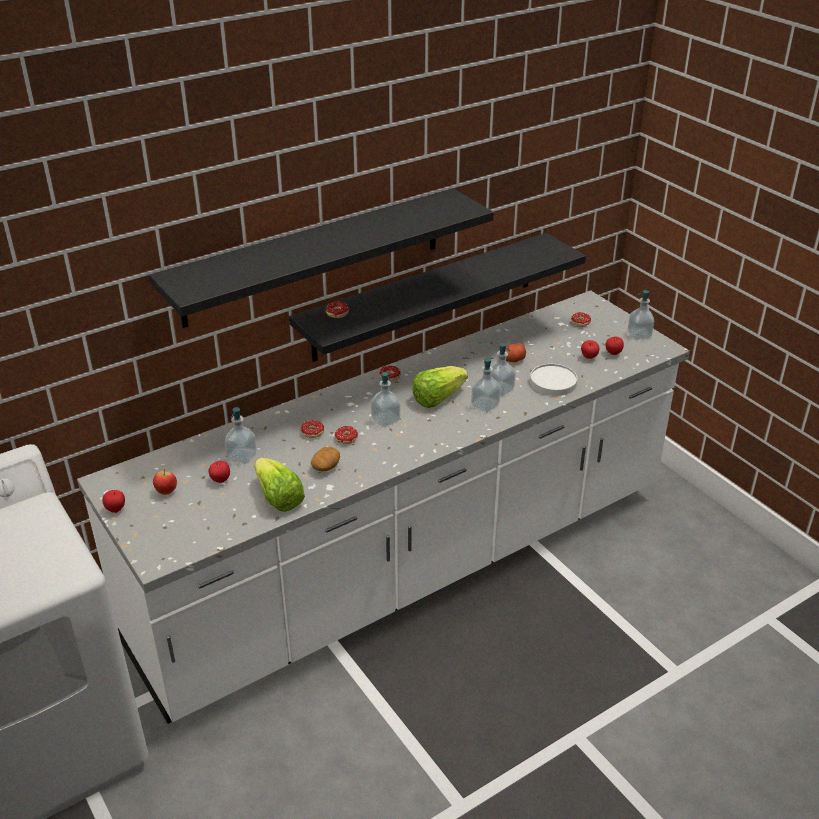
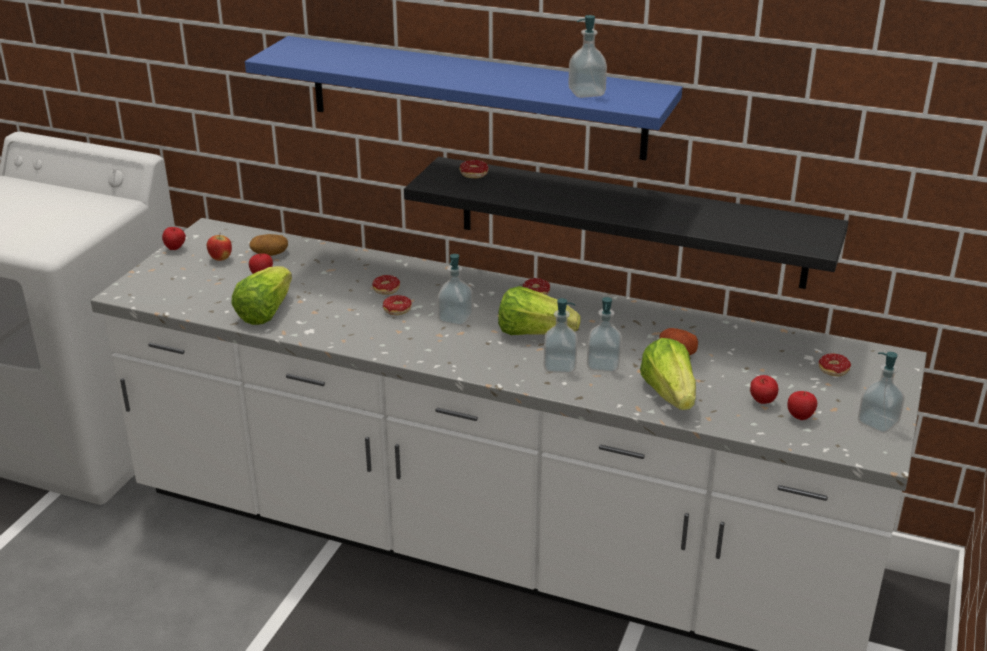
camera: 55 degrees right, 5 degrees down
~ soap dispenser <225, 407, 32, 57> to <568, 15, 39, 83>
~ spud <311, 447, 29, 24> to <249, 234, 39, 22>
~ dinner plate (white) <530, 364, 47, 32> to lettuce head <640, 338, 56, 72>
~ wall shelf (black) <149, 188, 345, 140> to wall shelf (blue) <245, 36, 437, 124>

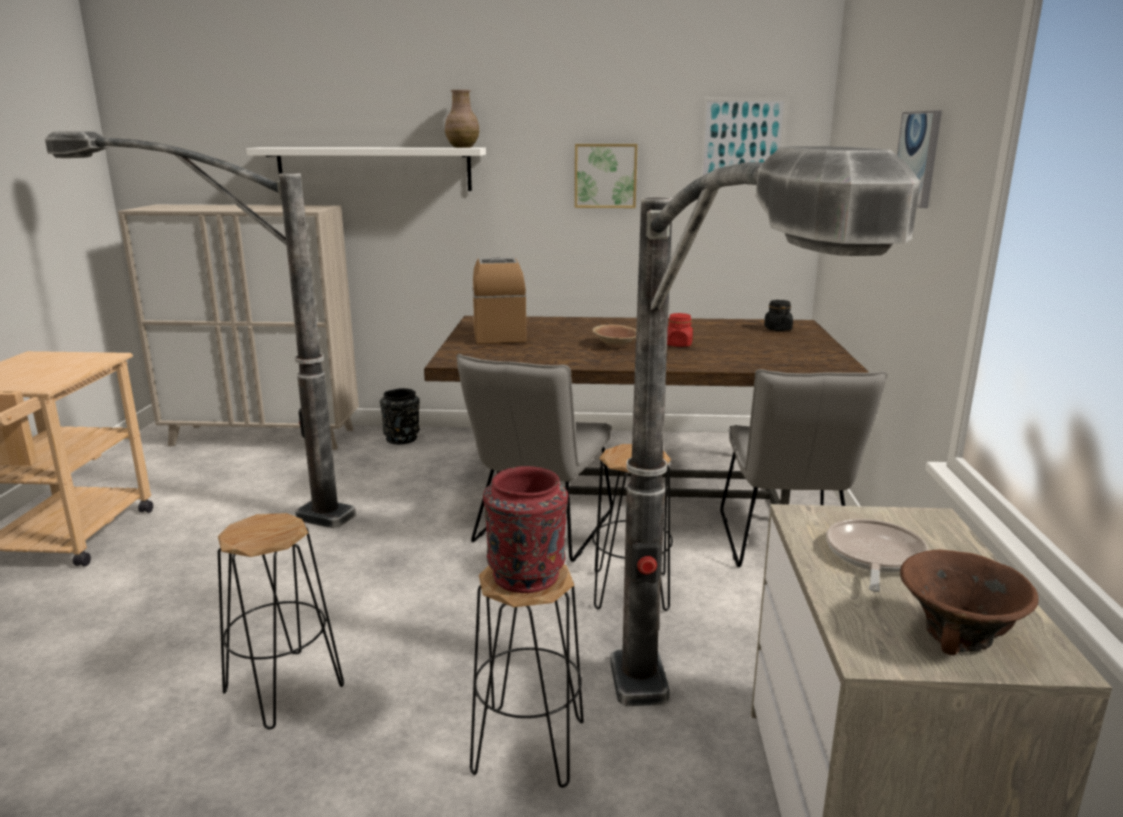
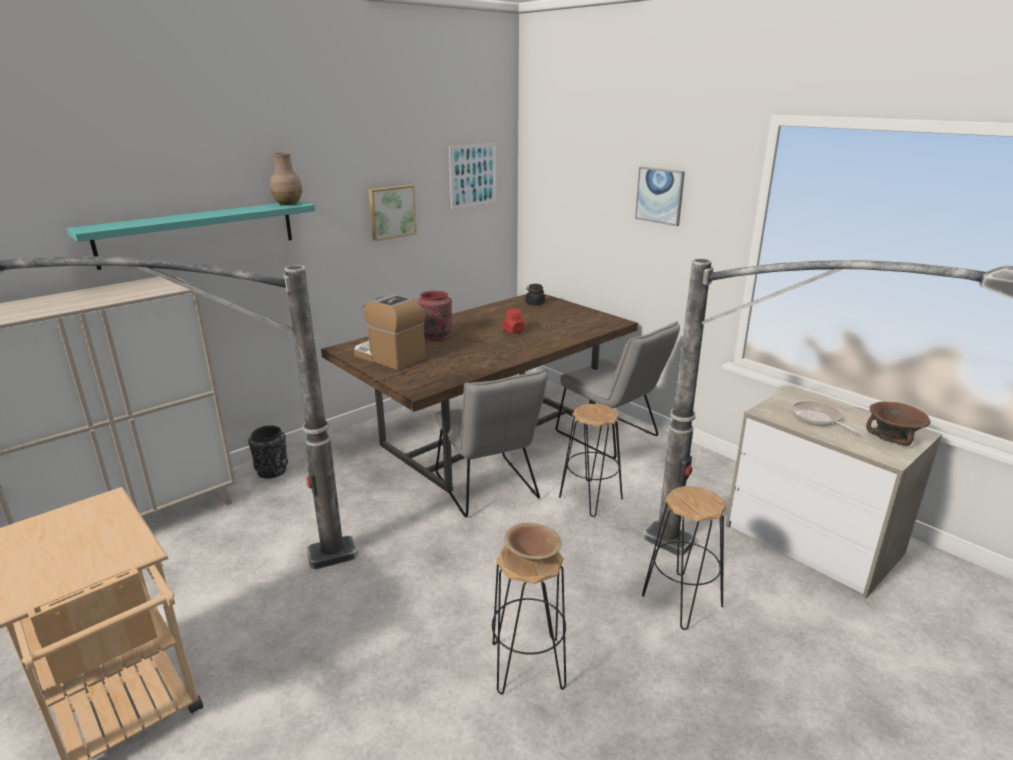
camera: 45 degrees left, 5 degrees up
~ flower vase (red) <483, 466, 85, 127> to <417, 291, 35, 50>
~ bowl (brown) <592, 325, 44, 22> to <504, 523, 58, 38>
~ wall shelf (white) <246, 147, 240, 44> to wall shelf (turquoise-coloured) <67, 201, 248, 69>

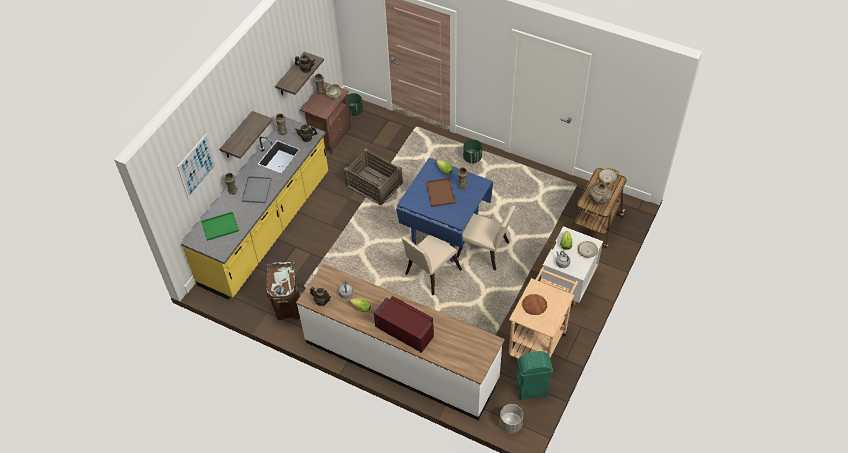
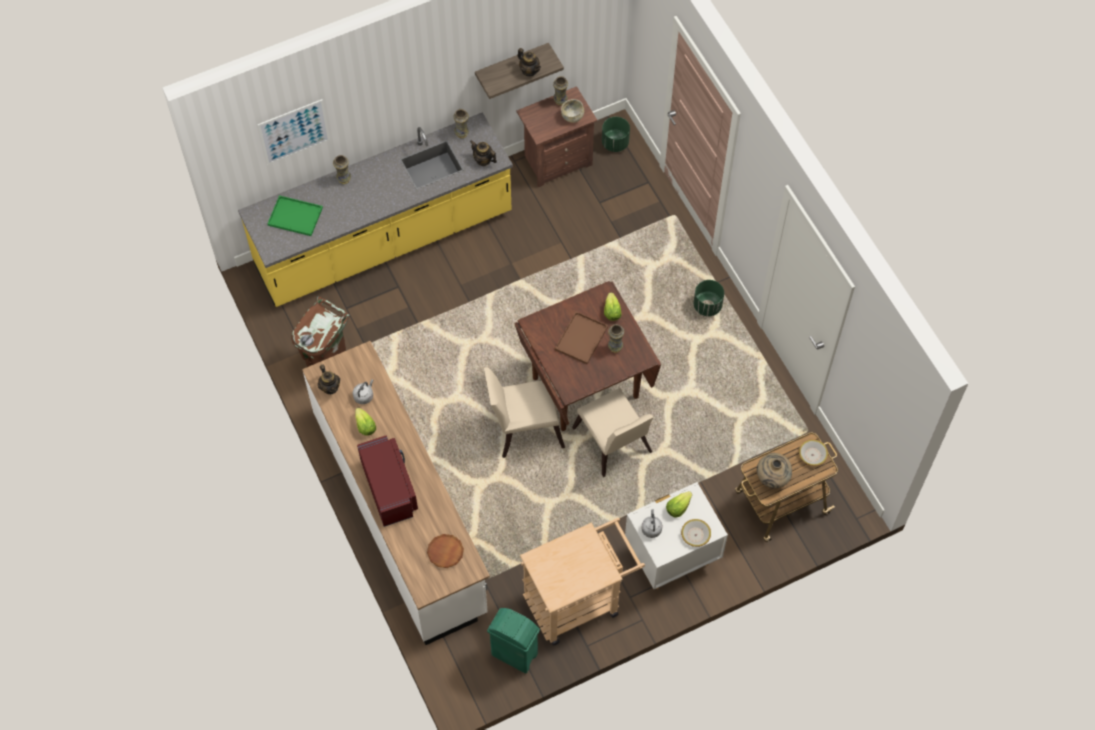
camera: 35 degrees right, 10 degrees up
- wall shelf <220, 111, 52, 48>
- serving tray (gray) <241, 176, 31, 27>
- packing crate <344, 148, 59, 58>
- flower pot (gray) <500, 404, 24, 29>
~ dinner plate (brown) <522, 294, 25, 21> to <427, 534, 37, 34>
~ dinner table (blue) <396, 158, 97, 104> to dinner table (brown) <514, 281, 147, 150>

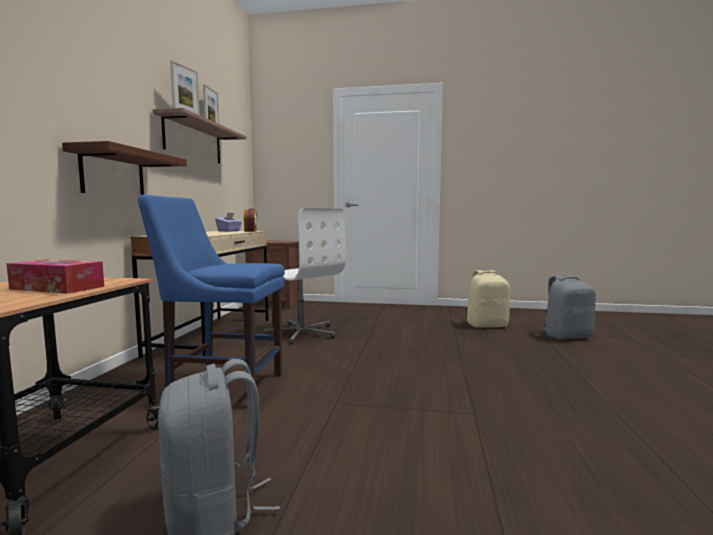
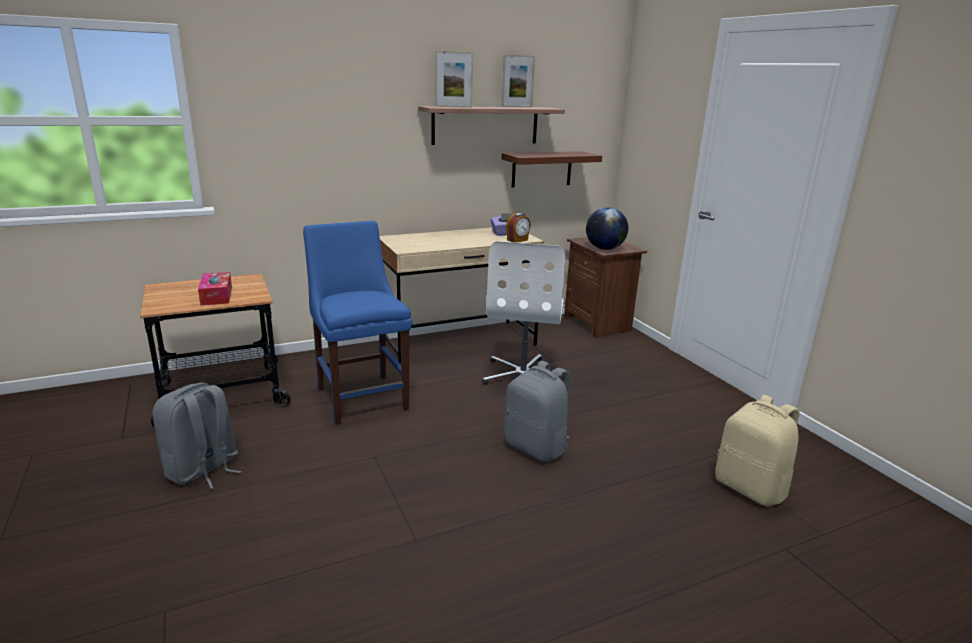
camera: 55 degrees right, 15 degrees up
+ world globe <586, 207, 42, 43>
~ wall shelf (brown) <62, 141, 125, 54> to <502, 151, 100, 37>
~ backpack (gray) <542, 275, 54, 64> to <504, 361, 66, 101>

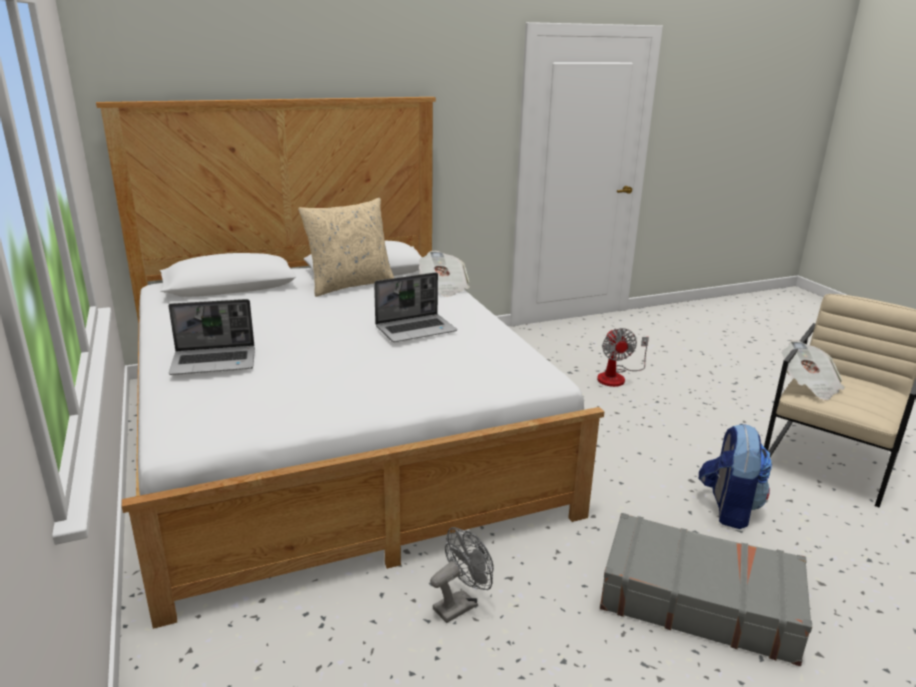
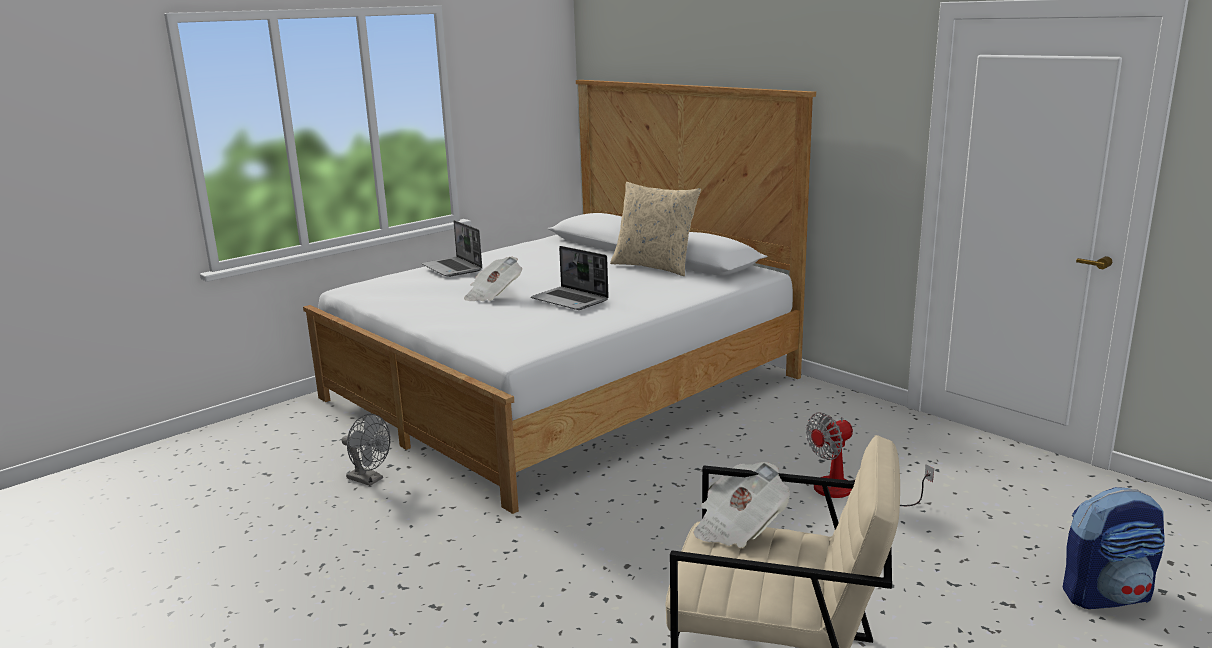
camera: 70 degrees right, 5 degrees down
- travel case (gray) <600, 513, 212, 153>
~ newspaper <419, 251, 51, 46> to <464, 257, 58, 44>
~ backpack <699, 424, 73, 105> to <1063, 487, 102, 122>

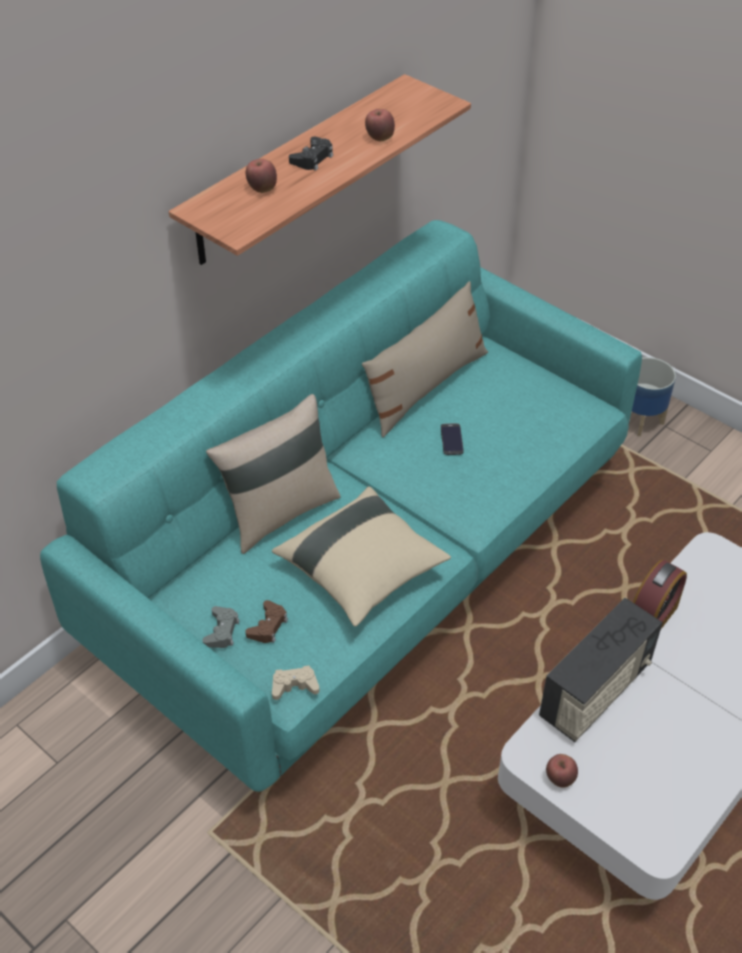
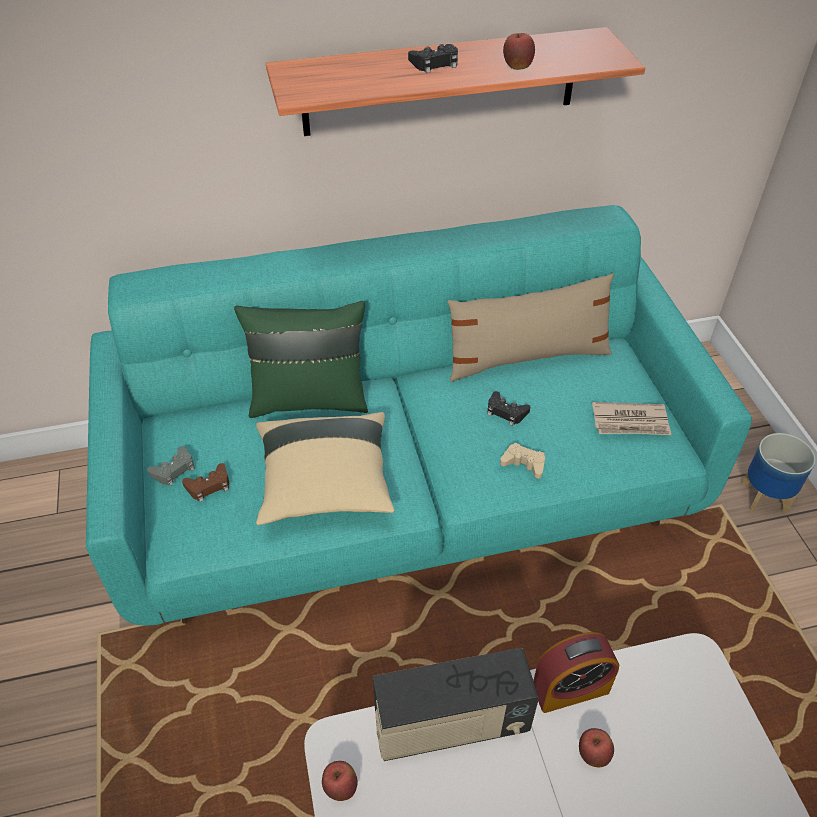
camera: 35 degrees right, 0 degrees up
+ newspaper <592, 402, 79, 33>
~ whole apple <246, 158, 31, 35> to <579, 728, 35, 39>
~ gamepad (sand-coloured) <272, 666, 48, 34> to <500, 443, 45, 36>
~ handset <441, 423, 23, 32> to gamepad (black) <488, 391, 42, 35>
~ throw pillow (sand-coloured) <206, 394, 135, 160> to throw pillow (green) <234, 301, 134, 117>

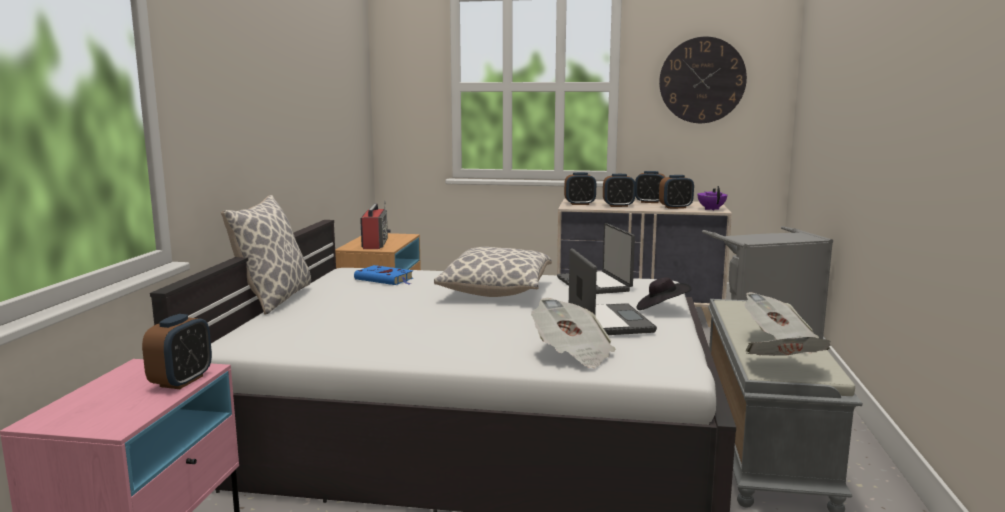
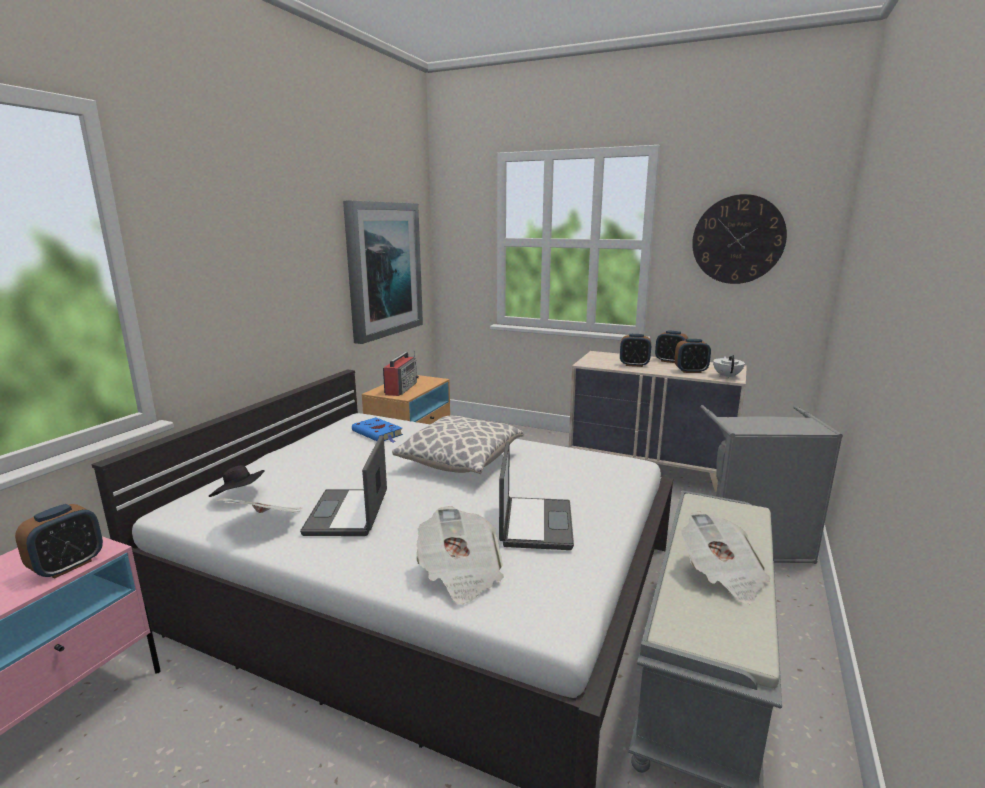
camera: 15 degrees right, 5 degrees up
- throw pillow <221, 195, 90, 120>
- bedside clock <564, 172, 32, 33>
+ wall picture <343, 201, 80, 143>
~ laptop <557, 223, 78, 71> to <300, 435, 87, 101>
~ wearable hat (black) <637, 277, 54, 33> to <209, 465, 56, 32>
~ newspaper <746, 337, 85, 19> to <216, 498, 86, 15>
~ tea pot (purple) <698, 186, 29, 25> to tea pot (white) <713, 355, 32, 24>

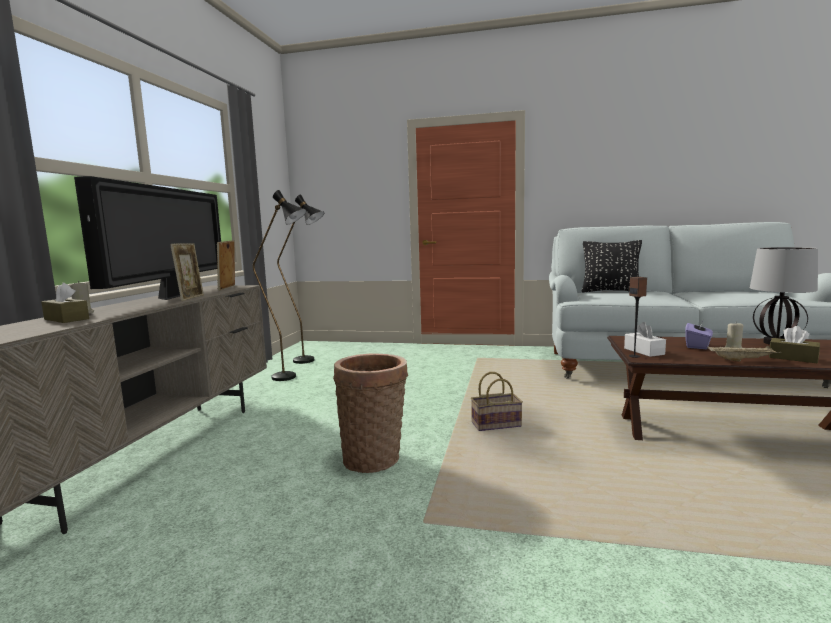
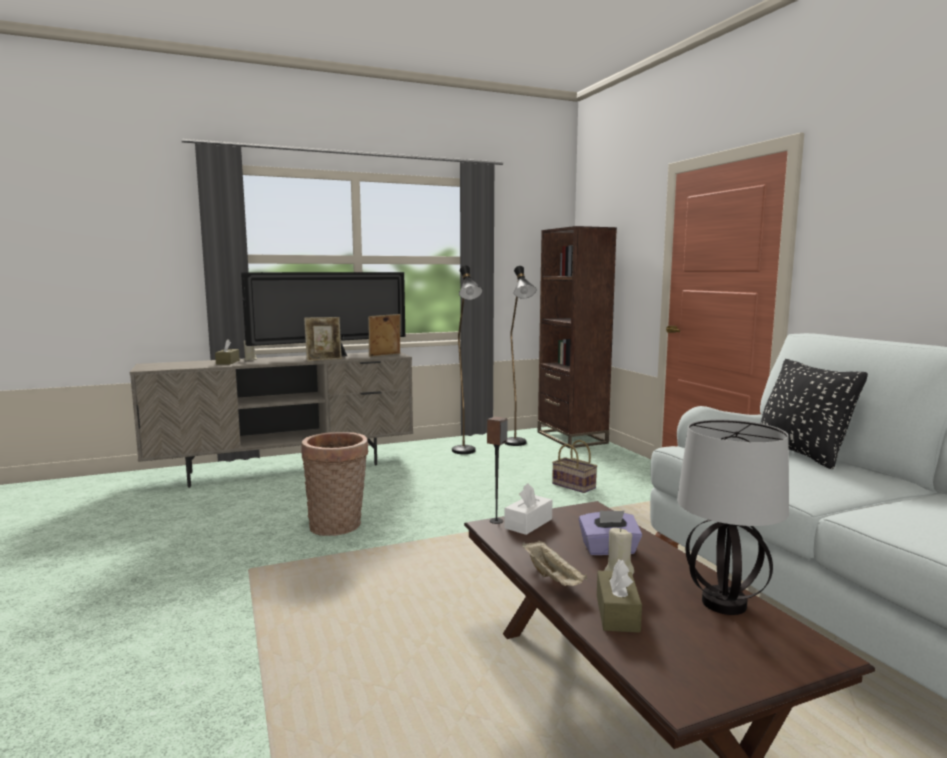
camera: 55 degrees right, 0 degrees up
+ bookcase (brown) <538, 226, 79, 222>
~ basket <471, 372, 52, 59> to <552, 440, 45, 53>

